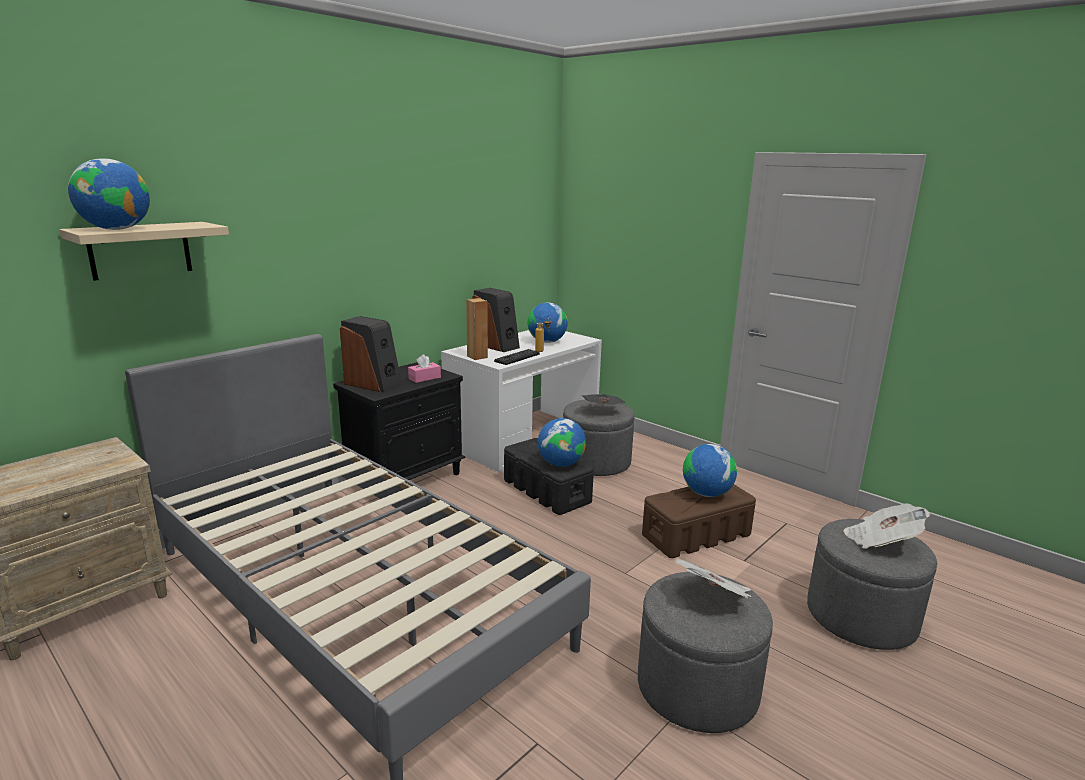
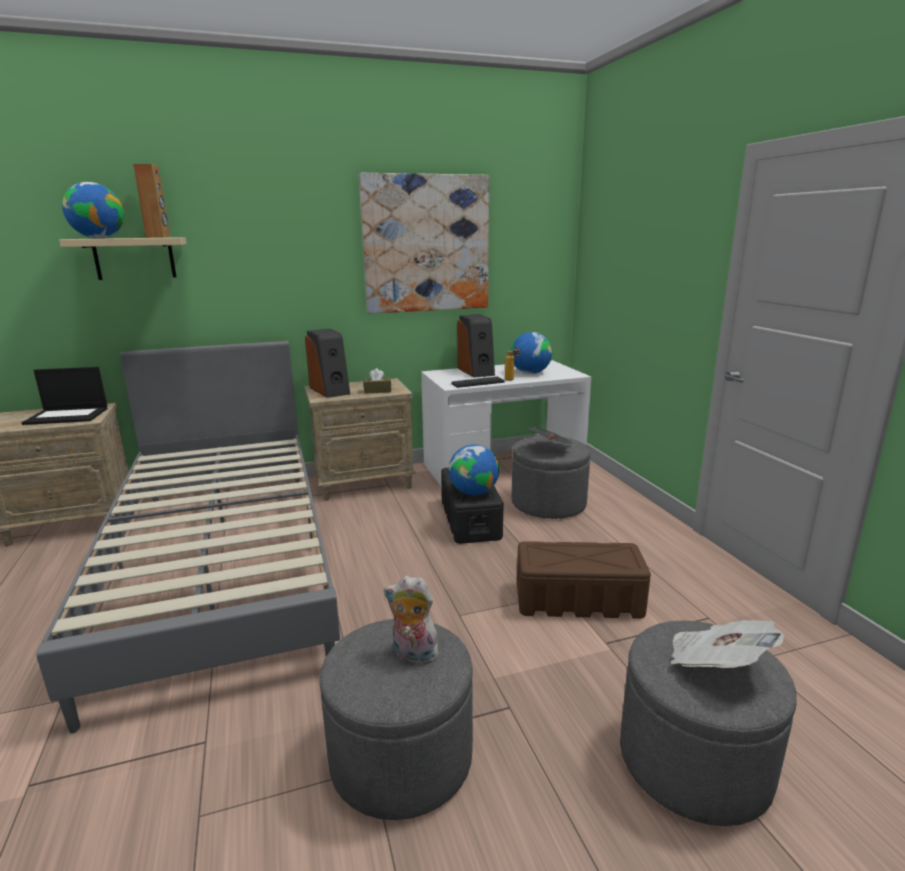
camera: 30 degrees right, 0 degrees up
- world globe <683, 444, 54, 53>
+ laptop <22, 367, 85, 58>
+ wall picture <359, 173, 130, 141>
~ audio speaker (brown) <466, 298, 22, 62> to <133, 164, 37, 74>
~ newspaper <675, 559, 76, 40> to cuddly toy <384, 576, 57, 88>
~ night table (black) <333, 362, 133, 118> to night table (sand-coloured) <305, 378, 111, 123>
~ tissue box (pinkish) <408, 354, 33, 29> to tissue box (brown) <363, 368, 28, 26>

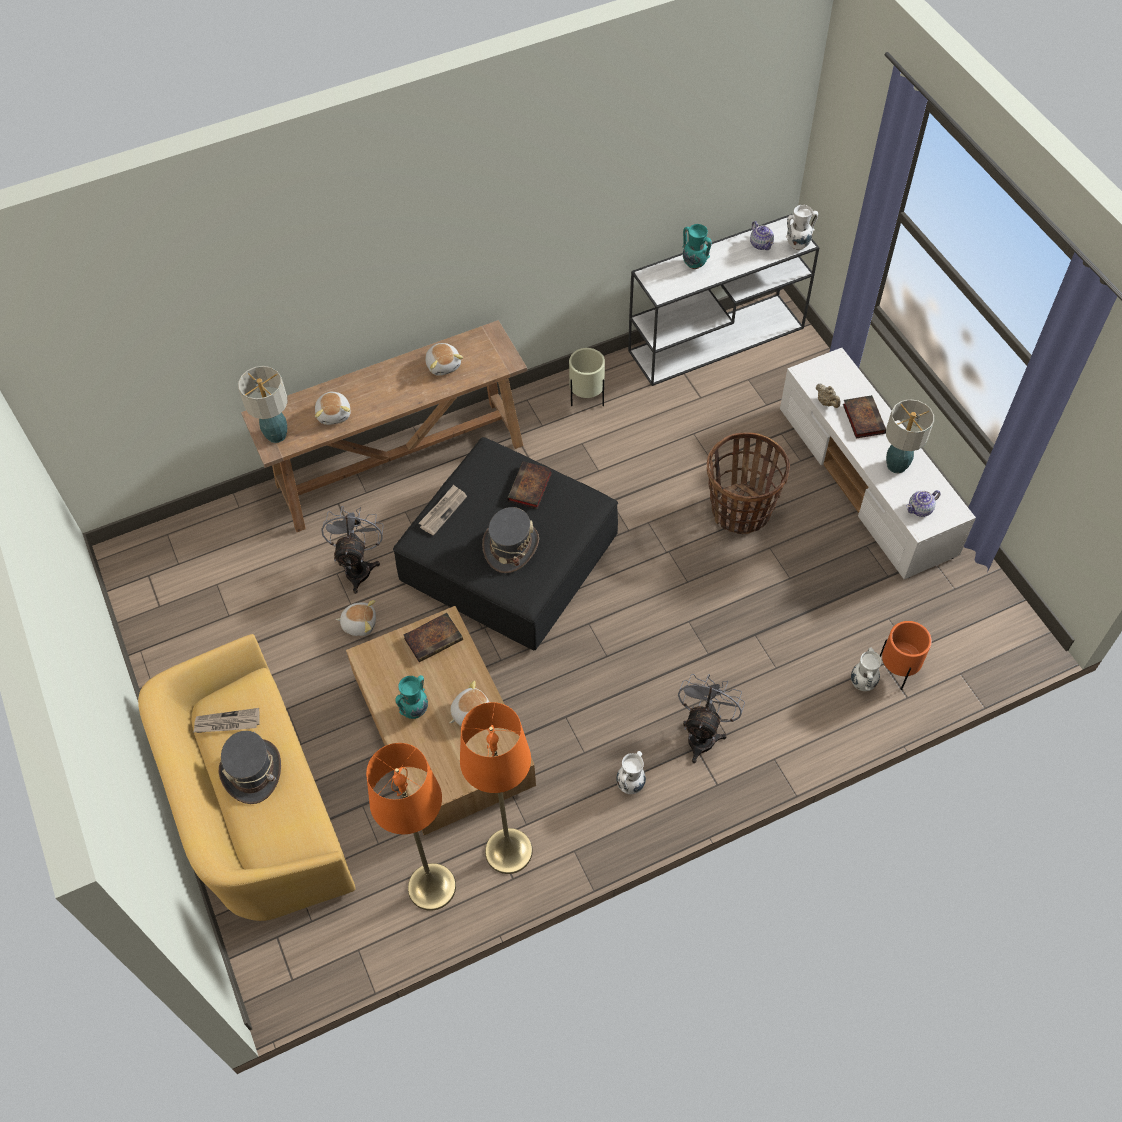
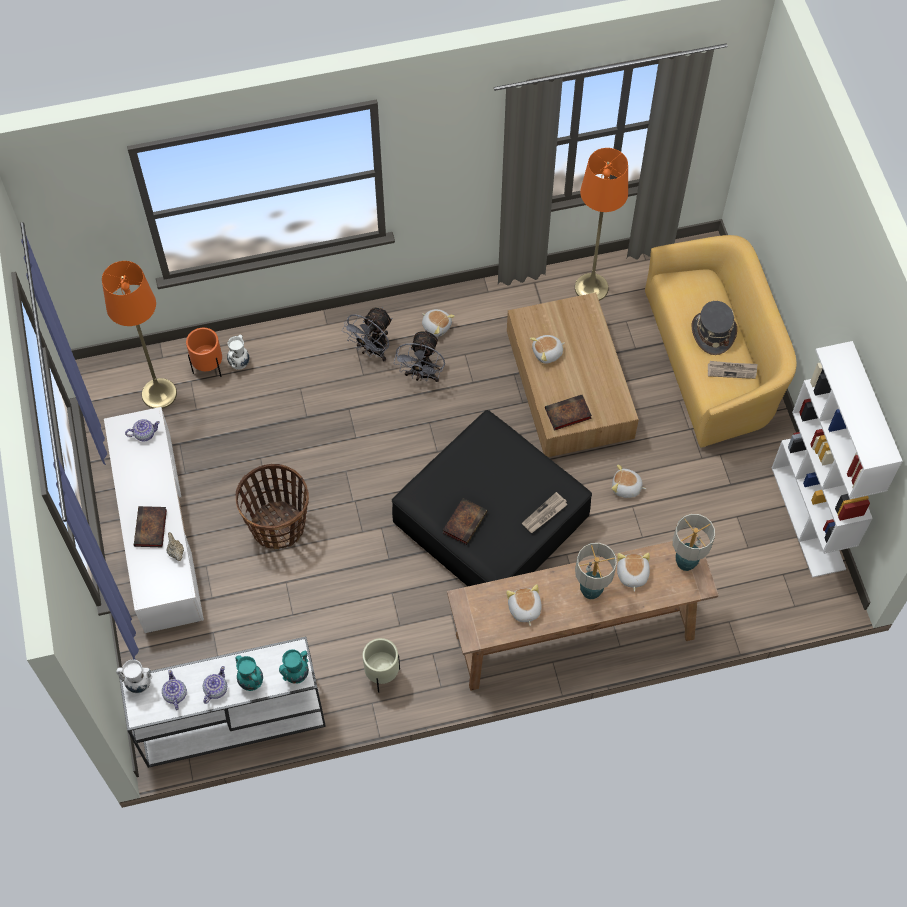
camera: 170 degrees left, 5 degrees up
- wearable hat (gray) <482, 507, 57, 66>
+ tea pot <203, 666, 24, 38>
+ bookcase (white) <772, 341, 130, 237>
~ electric fan (gray) <321, 506, 63, 88> to <394, 329, 51, 53>
~ flower vase (turquoise-coloured) <395, 675, 33, 44> to <279, 649, 30, 35>
~ standard lamp (orangey) <460, 702, 73, 172> to <102, 261, 75, 148>
~ lamp for a table <886, 399, 48, 74> to <575, 543, 42, 56>
~ flower vase (white) <616, 751, 30, 43> to cuddly toy <422, 309, 33, 28>

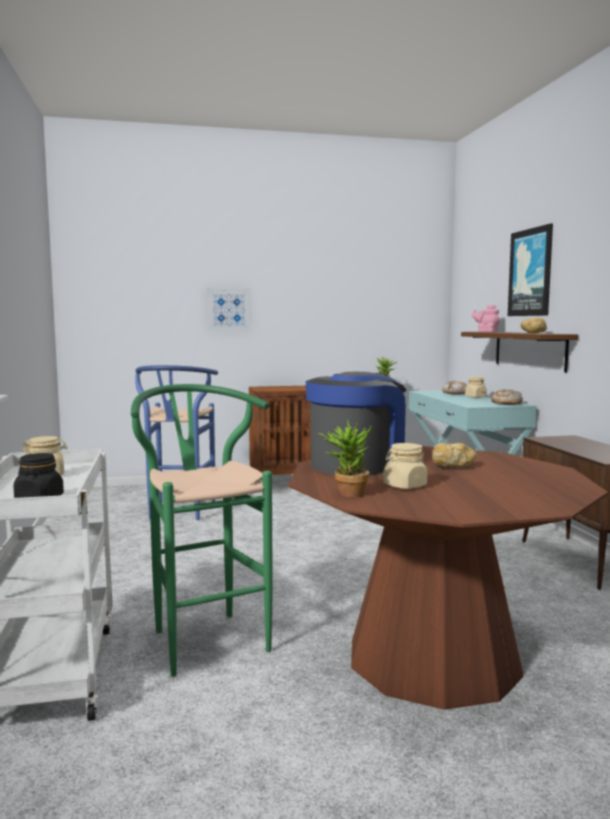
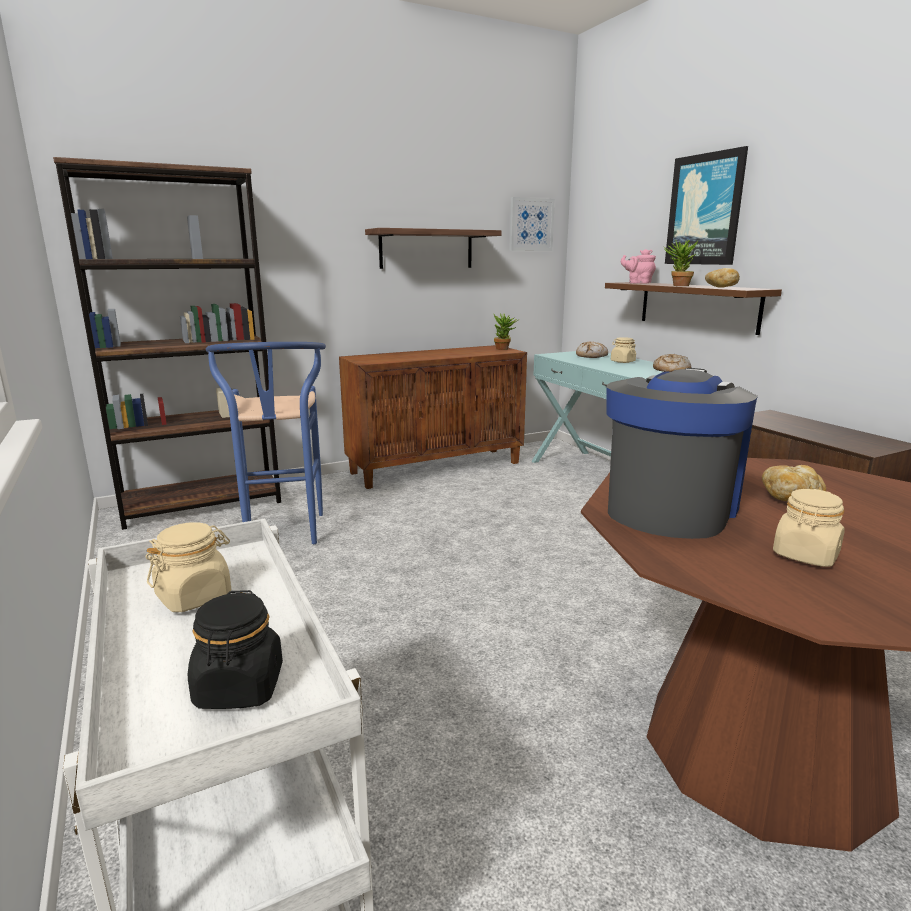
camera: 15 degrees left, 10 degrees up
- stool (green) <131, 384, 142, 293>
+ bookcase (brown) <53, 157, 228, 373>
+ wall shelf <365, 228, 137, 41>
~ wall picture <207, 288, 44, 44> to <509, 197, 46, 54>
~ houseplant <318, 419, 54, 78> to <663, 239, 36, 47>

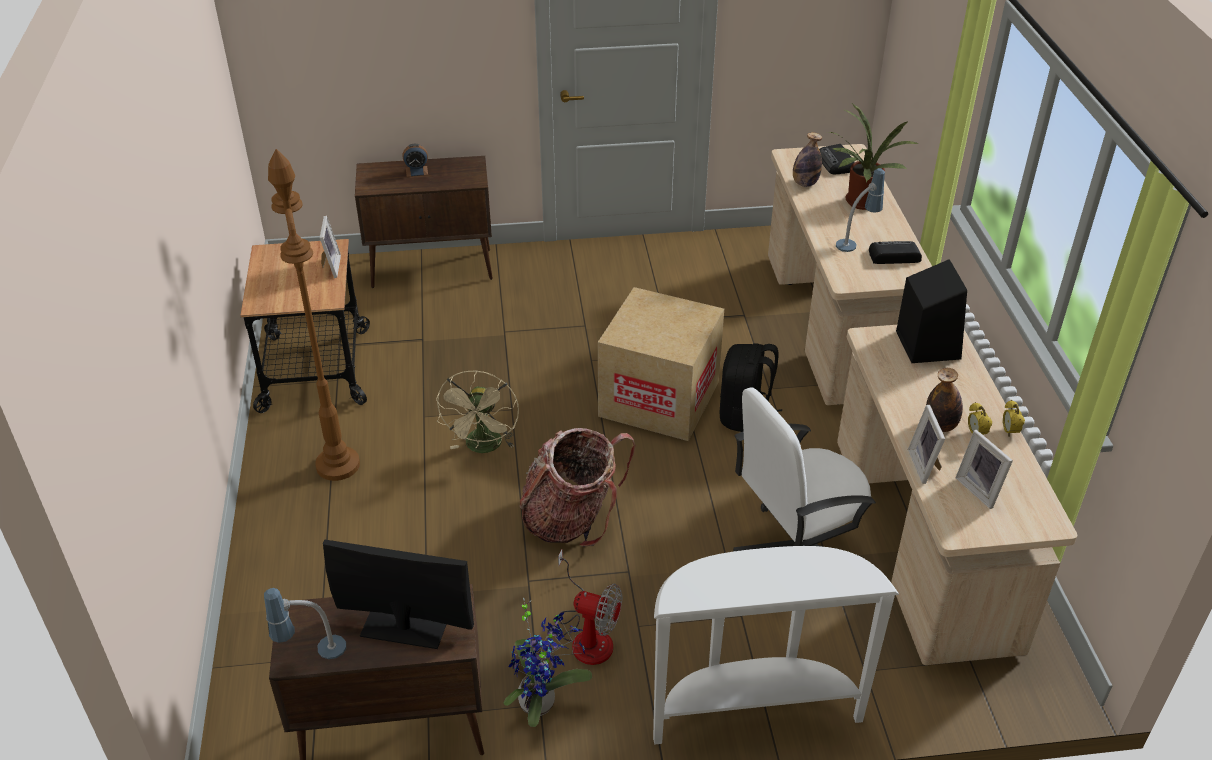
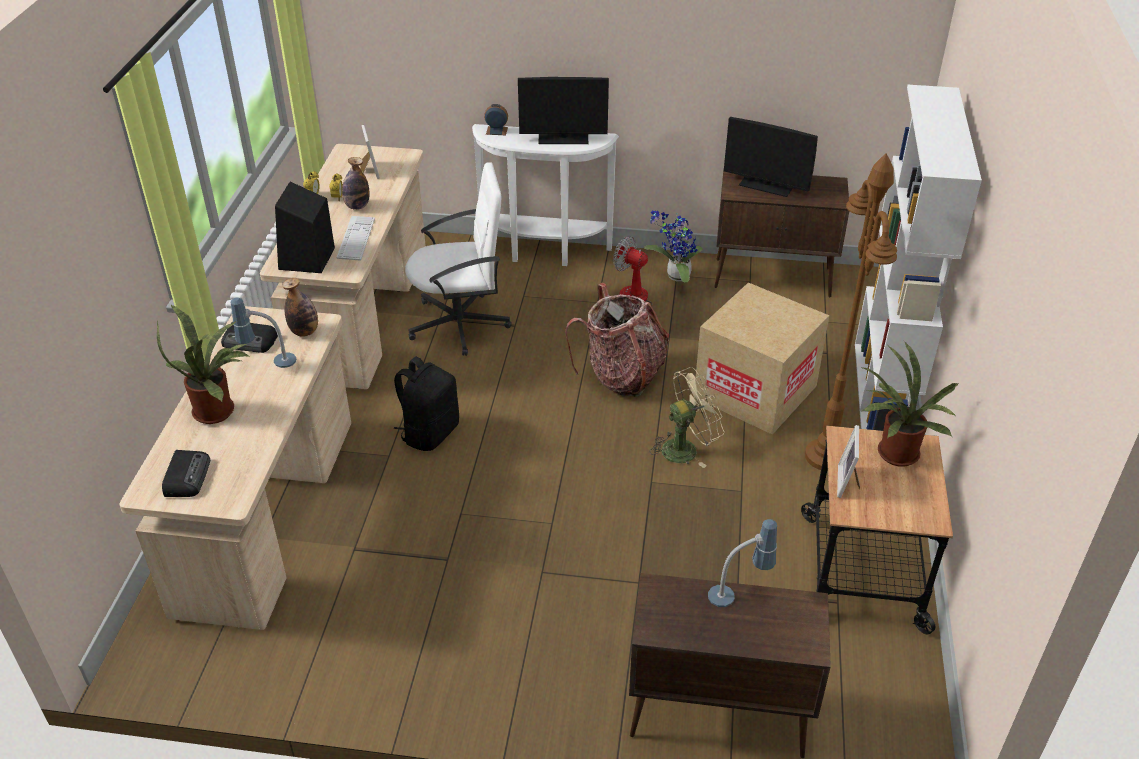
camera: 165 degrees left, 0 degrees up
- photo frame <908, 405, 37, 79>
+ keyboard <337, 216, 38, 45>
+ computer display <518, 77, 91, 67>
+ bookcase (white) <855, 85, 127, 346>
+ houseplant <860, 341, 98, 126>
~ lamp for a table <264, 588, 82, 71> to <708, 519, 69, 88>
~ bedside clock <403, 144, 25, 33> to <484, 104, 24, 31>
~ cardboard box <598, 287, 126, 154> to <694, 283, 135, 152>
~ beverage bottle <793, 132, 29, 55> to <282, 278, 36, 59>
~ electric fan (sand-coloured) <436, 371, 83, 82> = <650, 367, 74, 101> 45 degrees clockwise

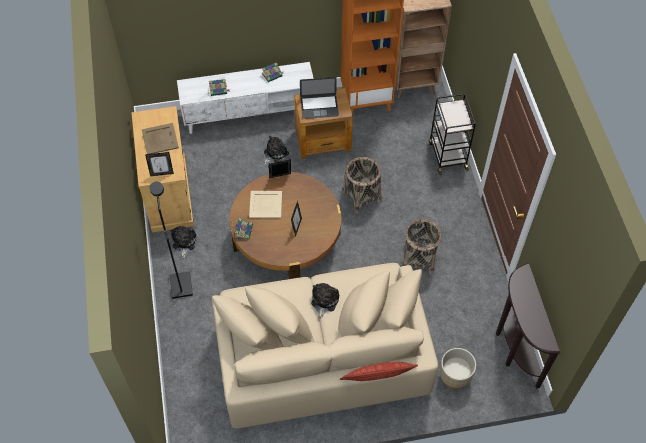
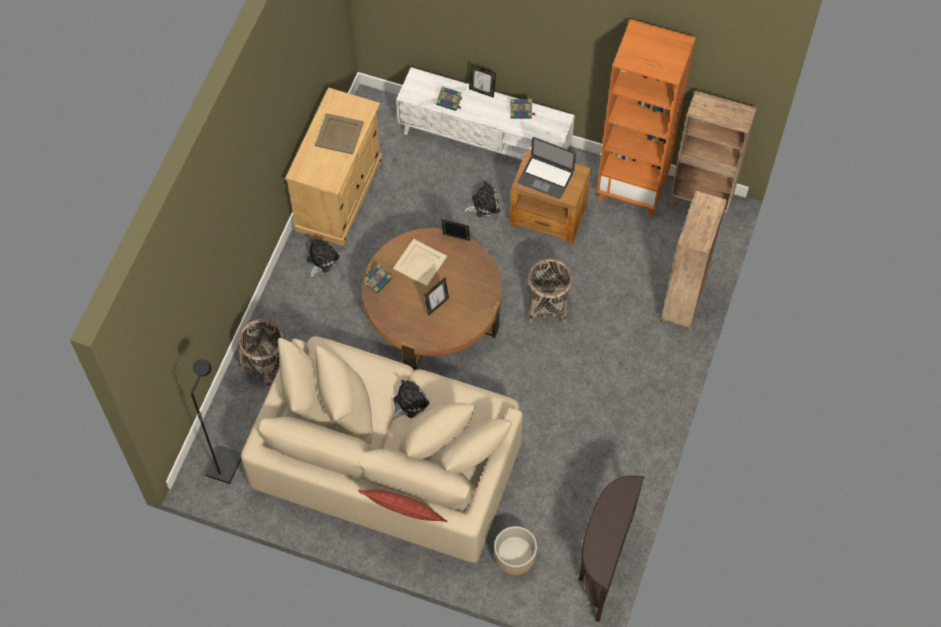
camera: 30 degrees right, 5 degrees up
~ photo frame <145, 152, 29, 24> to <469, 65, 27, 33>
~ standard lamp (black) <149, 181, 44, 118> to <191, 359, 50, 125>
~ basket <403, 219, 38, 56> to <238, 319, 47, 71>
~ trolley (black) <429, 93, 47, 82> to bookcase (brown) <660, 191, 67, 140>

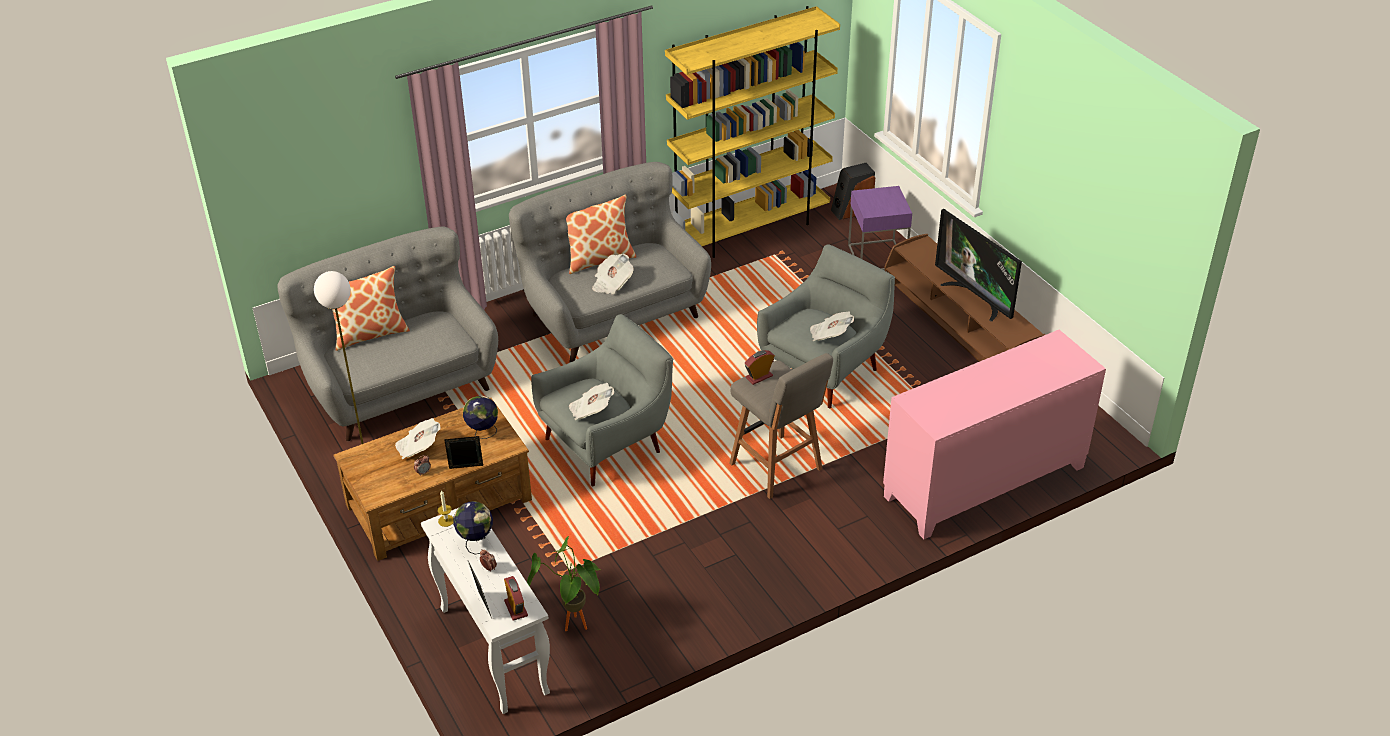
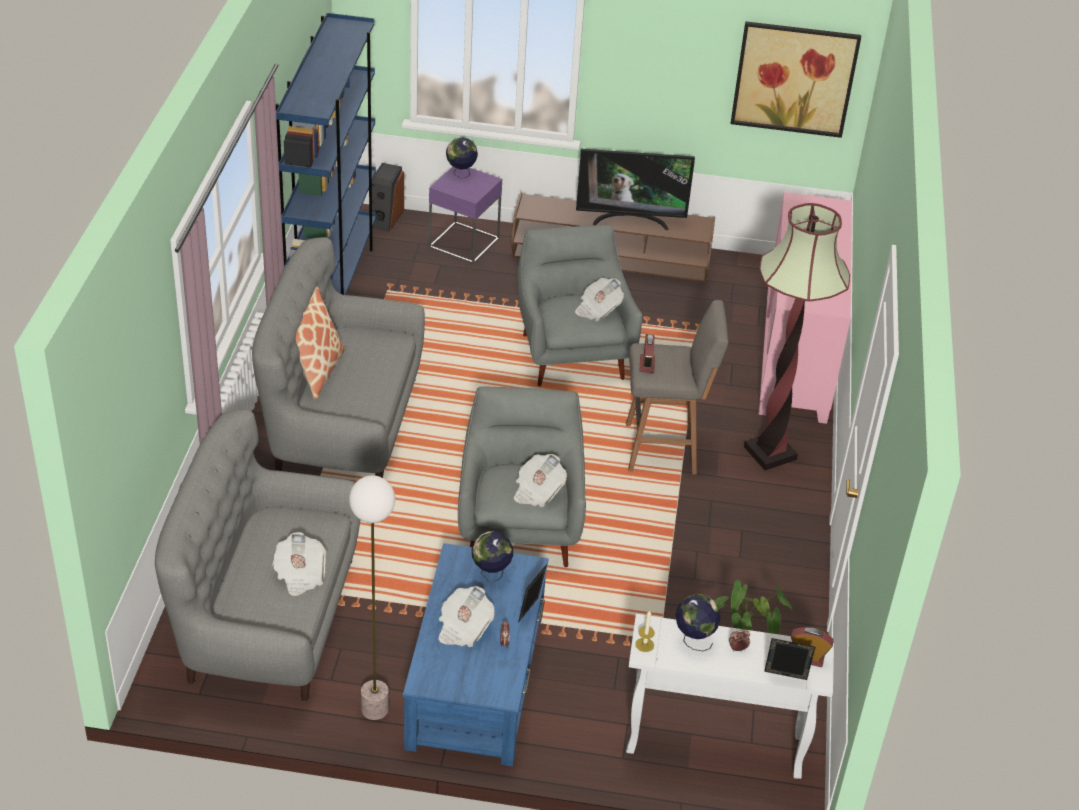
camera: 55 degrees left, 0 degrees up
- throw pillow <332, 266, 78, 85>
+ world globe <446, 137, 32, 41>
+ wall picture <731, 21, 130, 117>
+ standard lamp <744, 203, 106, 267>
~ newspaper <592, 254, 41, 40> to <272, 532, 54, 64>
~ low table (brown) <334, 398, 198, 163> to low table (blue) <403, 543, 146, 223>
~ bookcase (yellow) <665, 6, 175, 252> to bookcase (blue) <276, 13, 100, 282>

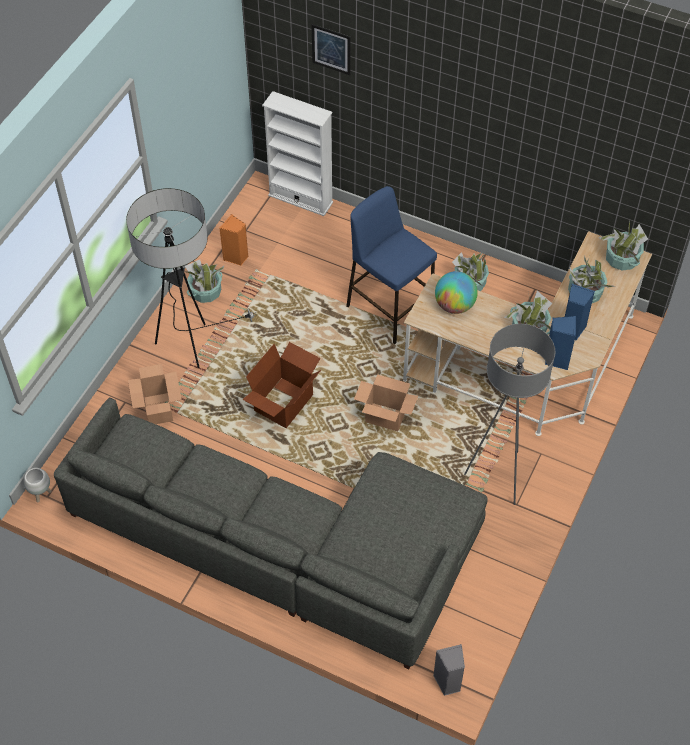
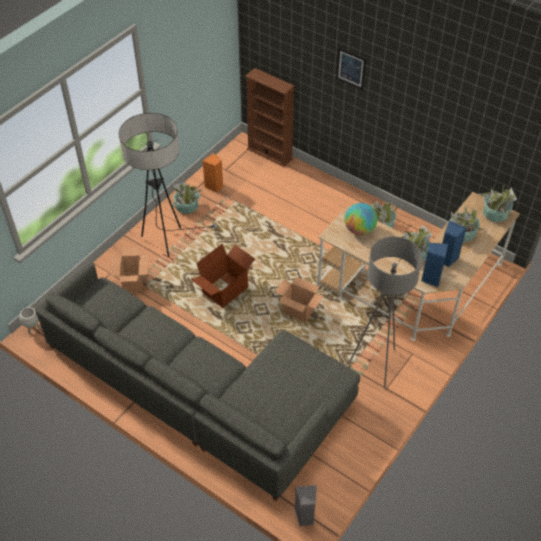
camera: 10 degrees right, 5 degrees down
- stool (blue) <346, 186, 91, 158>
~ wall picture <311, 24, 40, 51> to <336, 48, 30, 42>
~ bookcase (white) <262, 91, 71, 125> to bookcase (brown) <245, 68, 50, 99>

